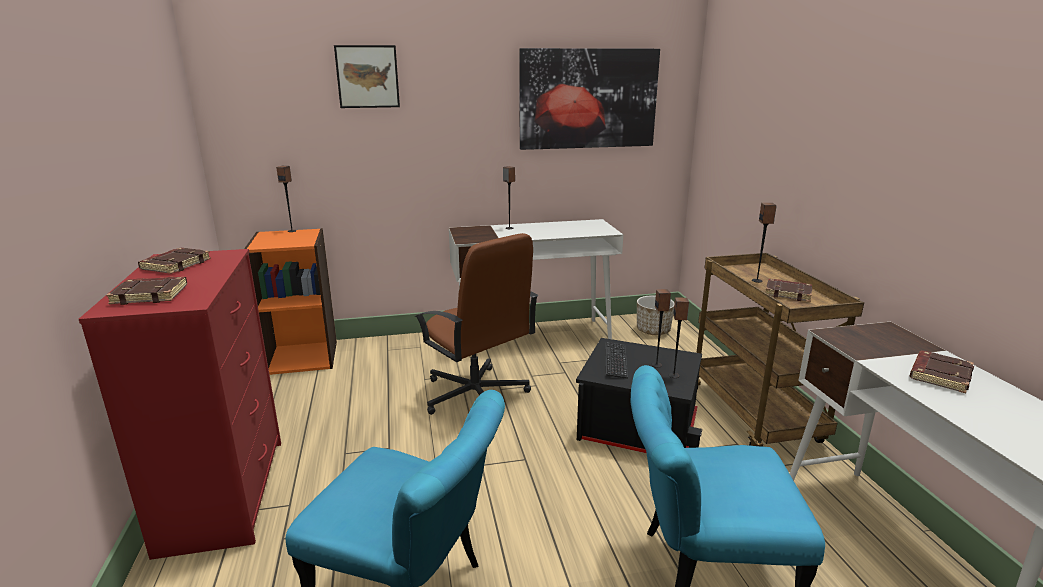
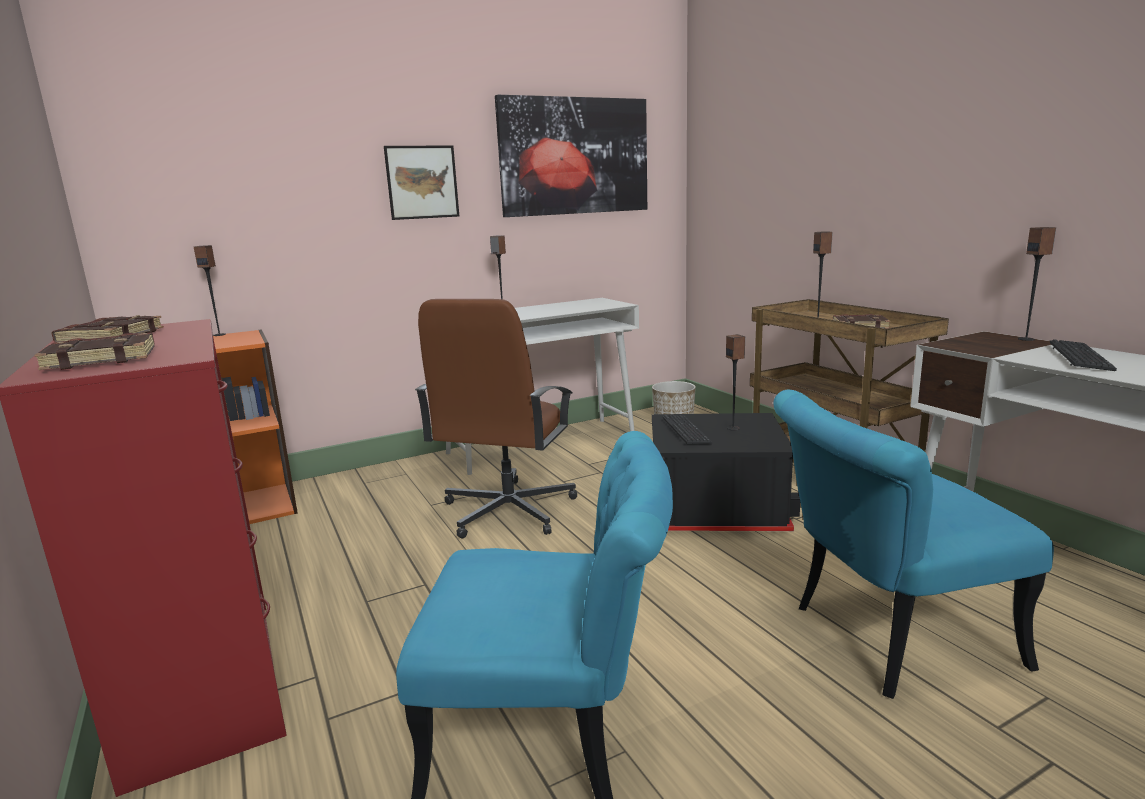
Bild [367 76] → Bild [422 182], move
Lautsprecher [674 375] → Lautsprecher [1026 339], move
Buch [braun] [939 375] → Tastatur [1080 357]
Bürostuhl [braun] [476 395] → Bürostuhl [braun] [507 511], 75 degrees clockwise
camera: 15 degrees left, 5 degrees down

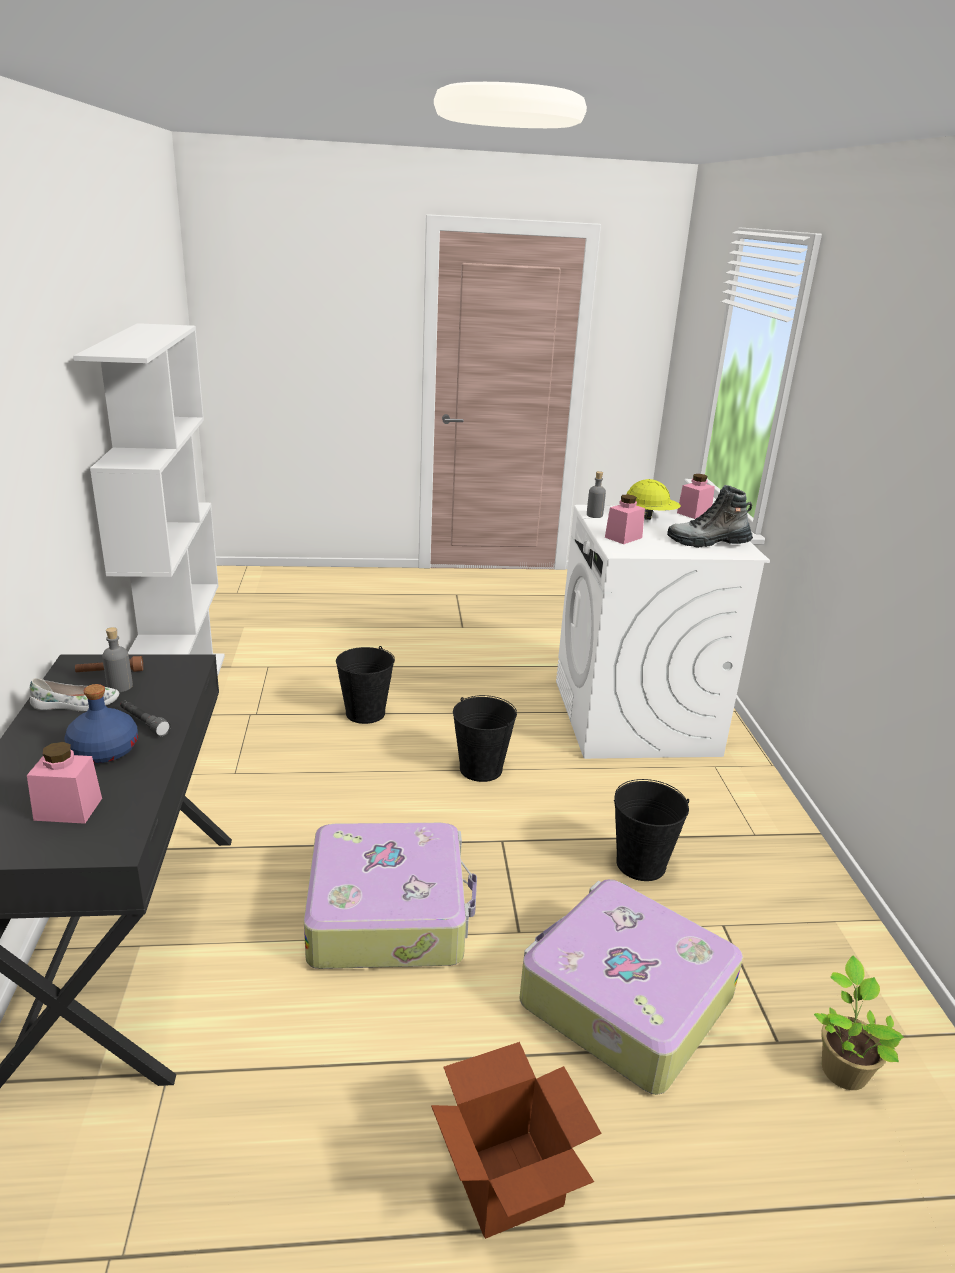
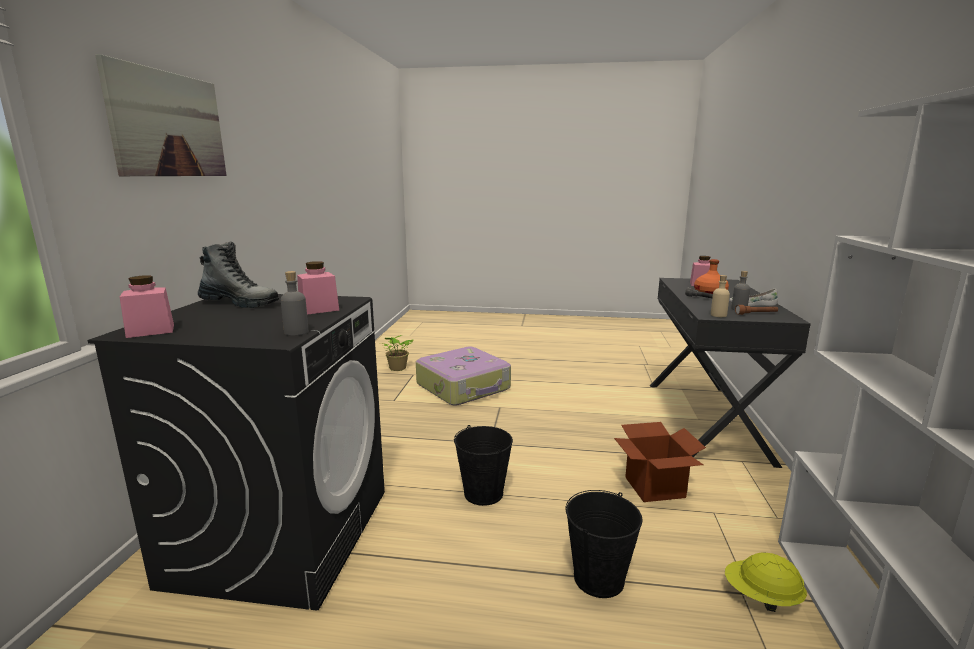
Koffer [389 912] → -
Eimer [schwarz] [641 864] → -
- → Bild [169 124]
- → Flasche [beige] [718 315]
Karton [507 1183] → Karton [654 487], move
Schutzhelm [gelb] [649 517] → Schutzhelm [gelb] [761 598], move
Flasche [blau] [103 750] → Flasche [orange] [710 293]
Waschmaschine [weiß] [635 718] → Waschmaschine [schwarz] [282 534]
camera: 165 degrees left, 10 degrees down

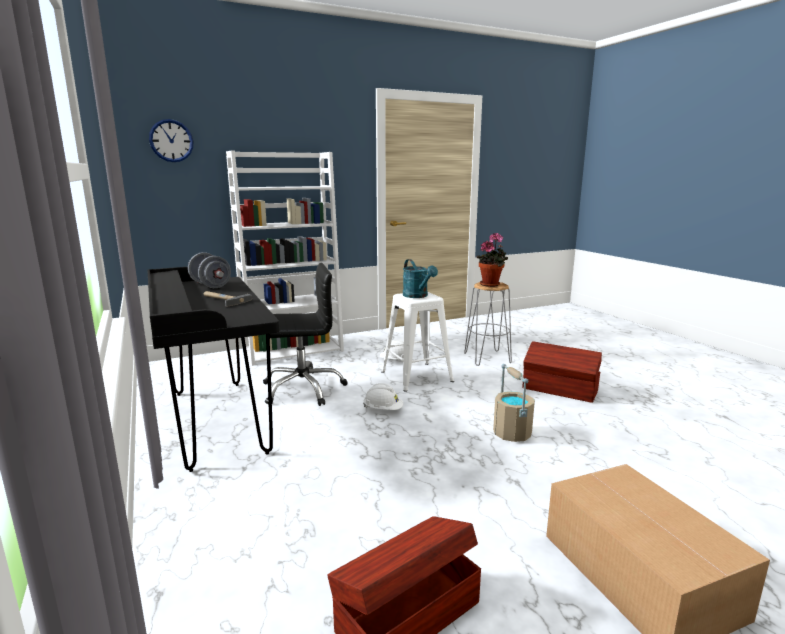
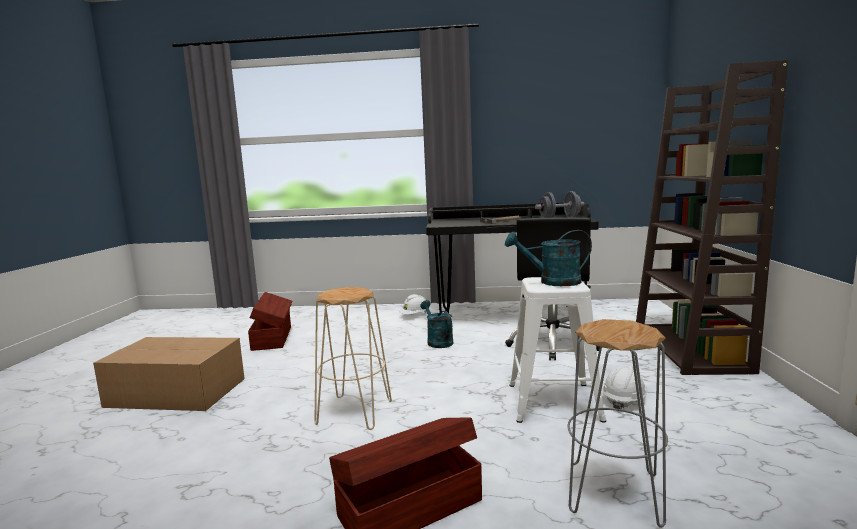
Wanduhr [171 141] → -
Topfpflanze [491 284] → -
- → Gießkanne [türkis] [437 341]
Schutzhelm [weiß] [383 410] → Schutzhelm [weiß] [414 315], move
Eimer [beige] [511 433] → Hocker [beige] [355 412]
Bücherregal [weiß] [294 350] → Bücherregal [braun] [691 349]
camera: 120 degrees right, 5 degrees down

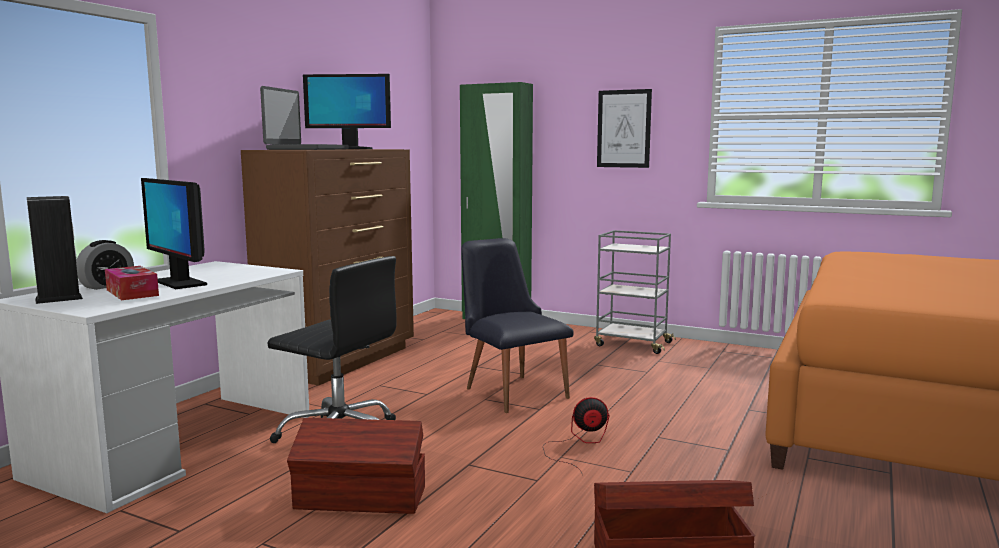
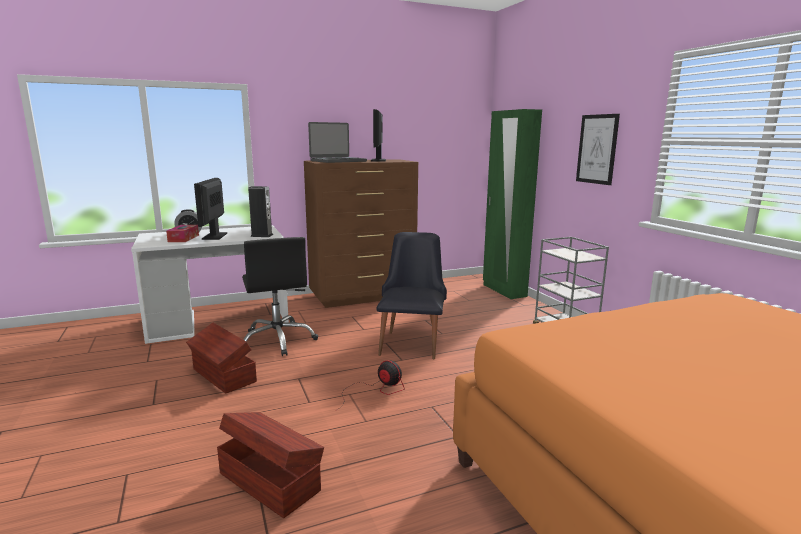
Lautsprecher [59 298] → Lautsprecher [262 235], move
Monitor [350 149] → Monitor [378 160], 45 degrees clockwise
camera: 40 degrees right, 5 degrees up

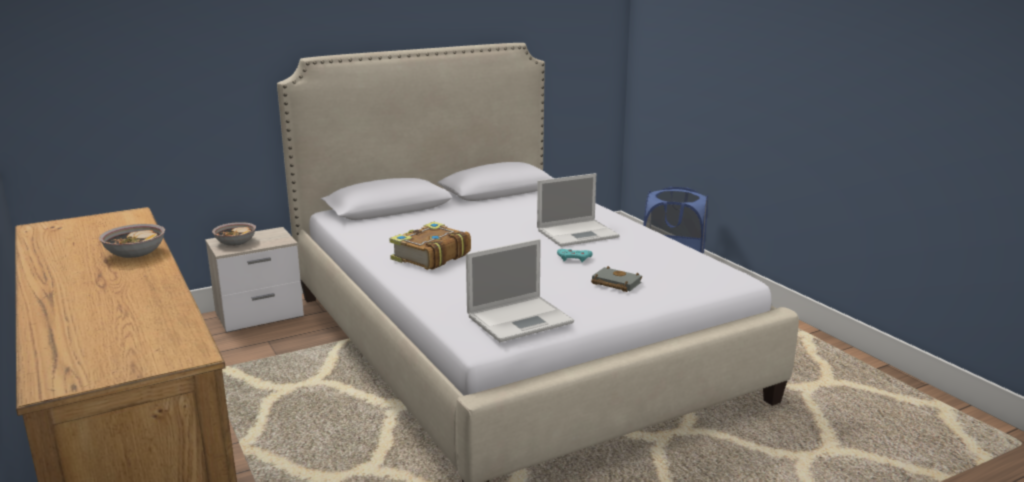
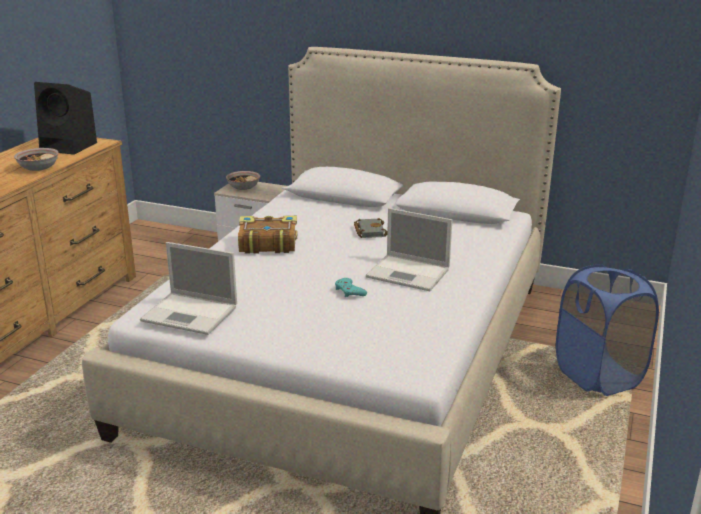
- → Lautsprecher [schwarz] [70 146]
Buch [grau] [614 283] → Buch [grau] [369 231], move
camera: 50 degrees right, 5 degrees up

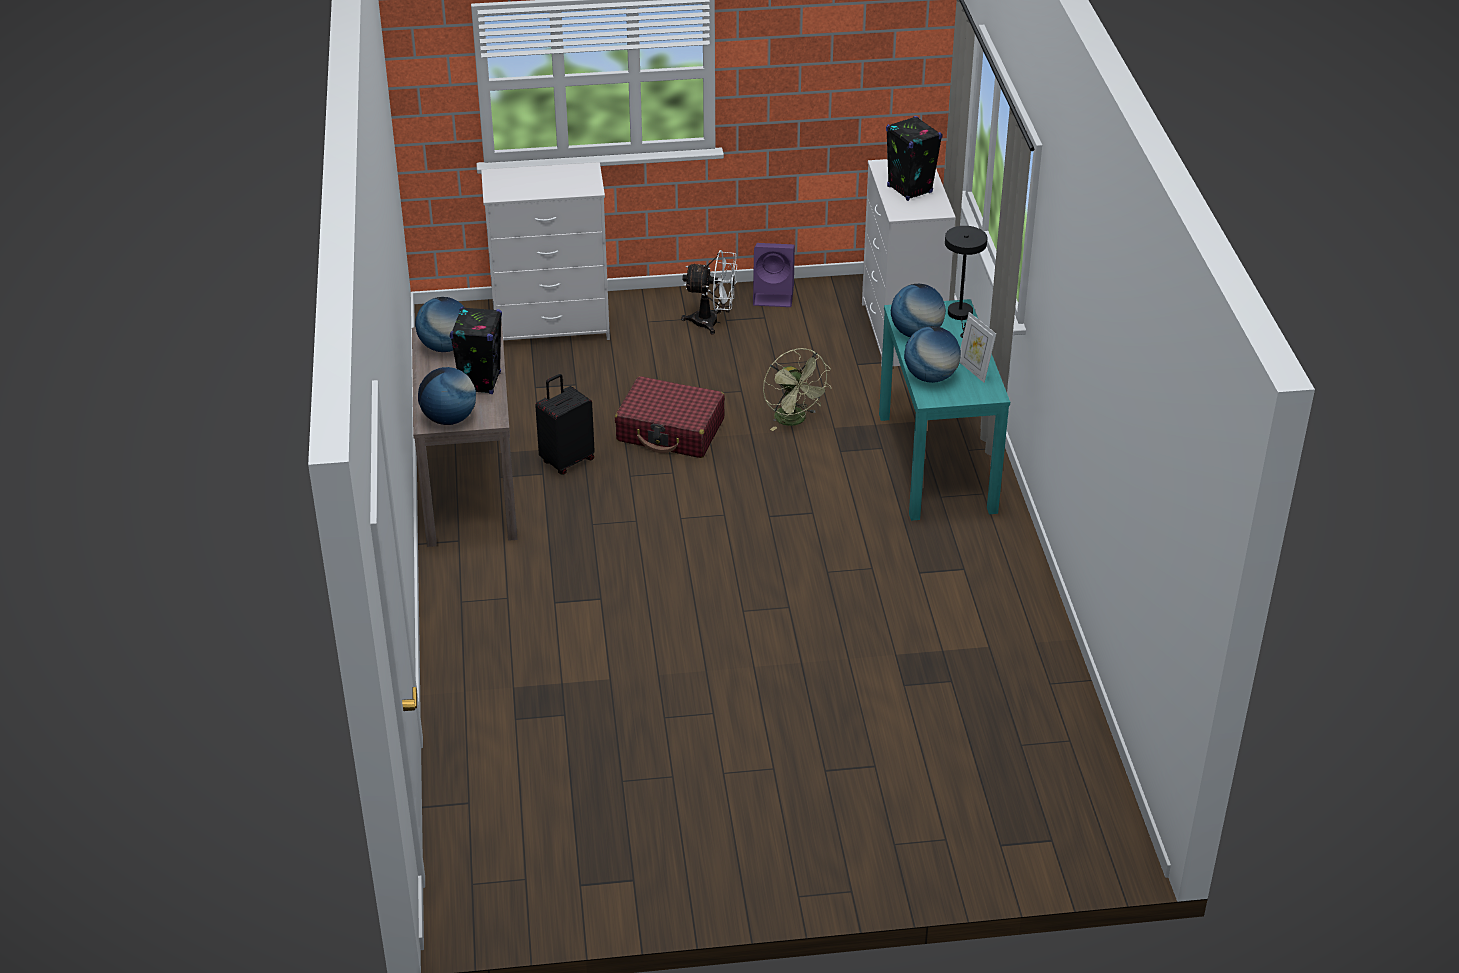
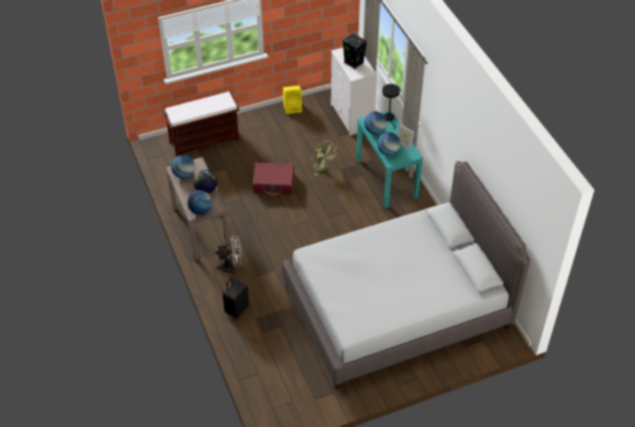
- → Bett [grau] [397 306]
Koffer [schwarz] [567 460] → Koffer [schwarz] [236 310], move
Ventilator [weiß] [712 322] → Ventilator [weiß] [231 267], move
Lautsprecher [schwarz] [480 382] → Globus [206 189]
Kommode [weiß] [552 326] → Bank [braun] [205 140]
Lautsprecher [lila] [774 296] → Lautsprecher [gelb] [293 107]
camera: 15 degrees left, 10 degrees up

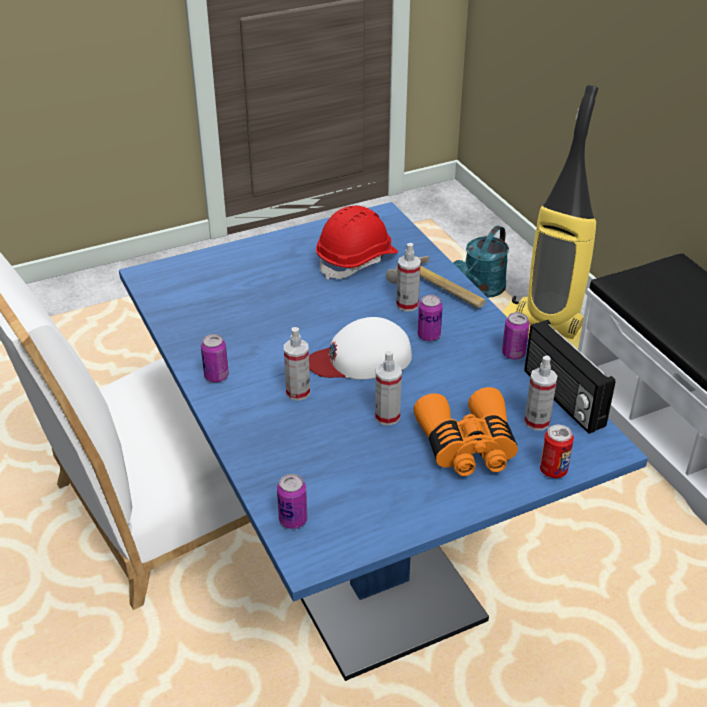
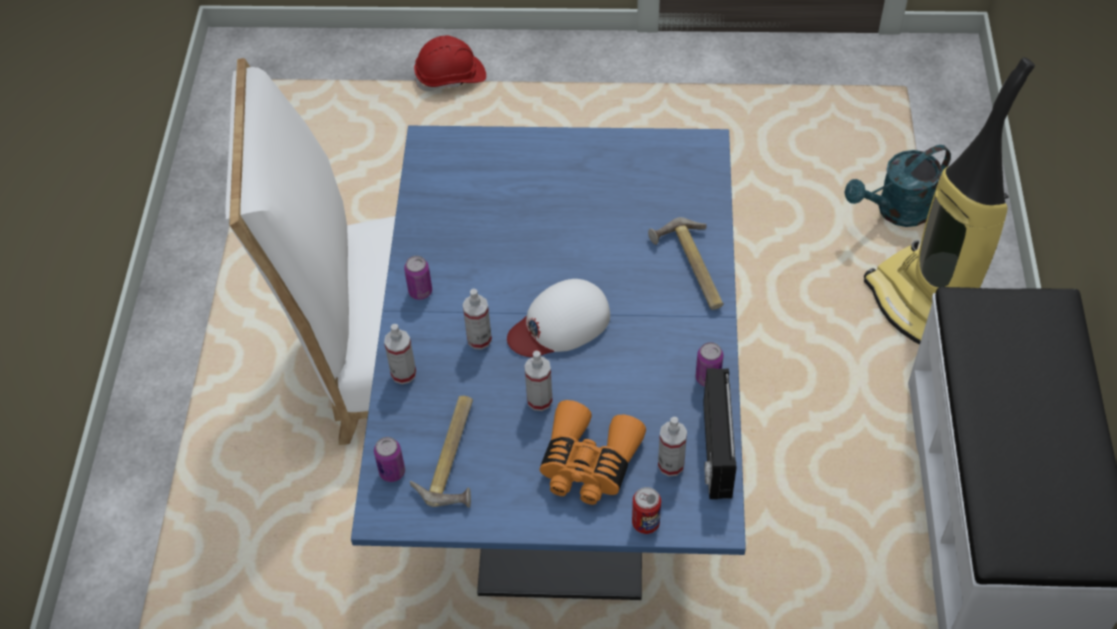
Dose [428 336] → -
- → Hammer [456 455]
Schutzhelm [rot] [357 260] → Schutzhelm [rot] [451 77], move
Sprühflasche [407 305] → Sprühflasche [403 373], move
Kappe [weiß] [361 359] → Kappe [weiß] [560 324], 45 degrees counterclockwise
camera: 30 degrees right, 15 degrees up

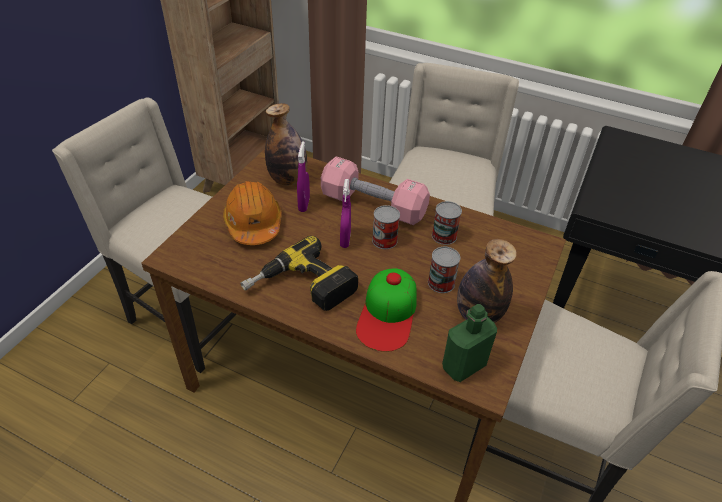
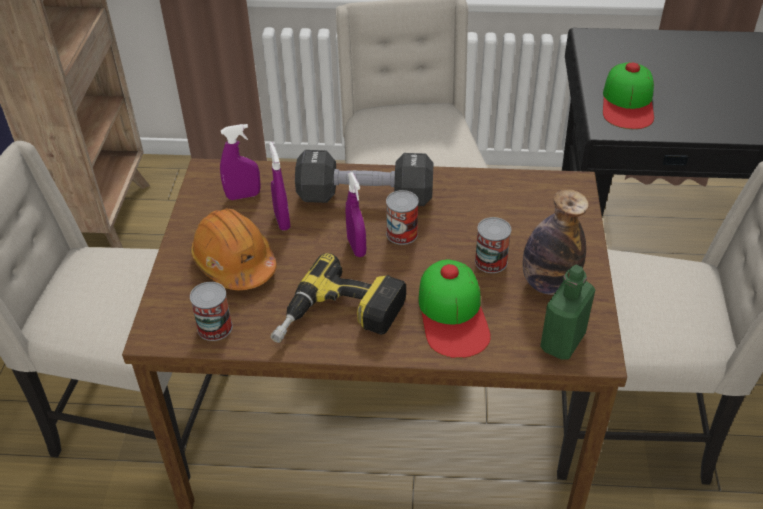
- → Kappe [628 103]
Dose [444 236] → Dose [215 327], move
Flasche [288 179] → Sprühflasche [lila] [243 196]
Hantel [rosa] [373 205] → Hantel [schwarz] [365 197]
camera: 20 degrees left, 0 degrees up

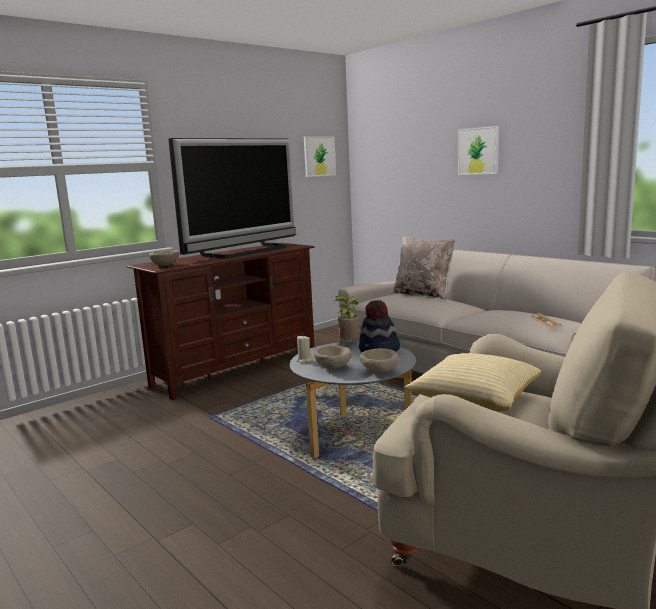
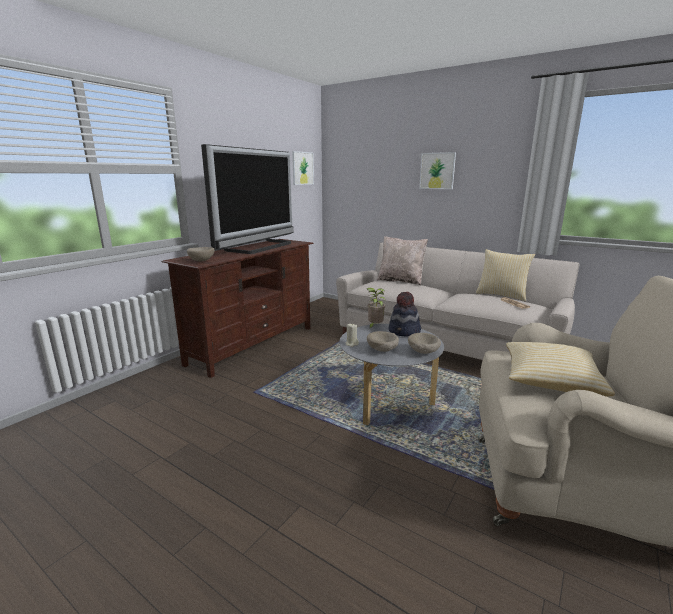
- → Kissen [501 295]
camera: 15 degrees left, 5 degrees up

